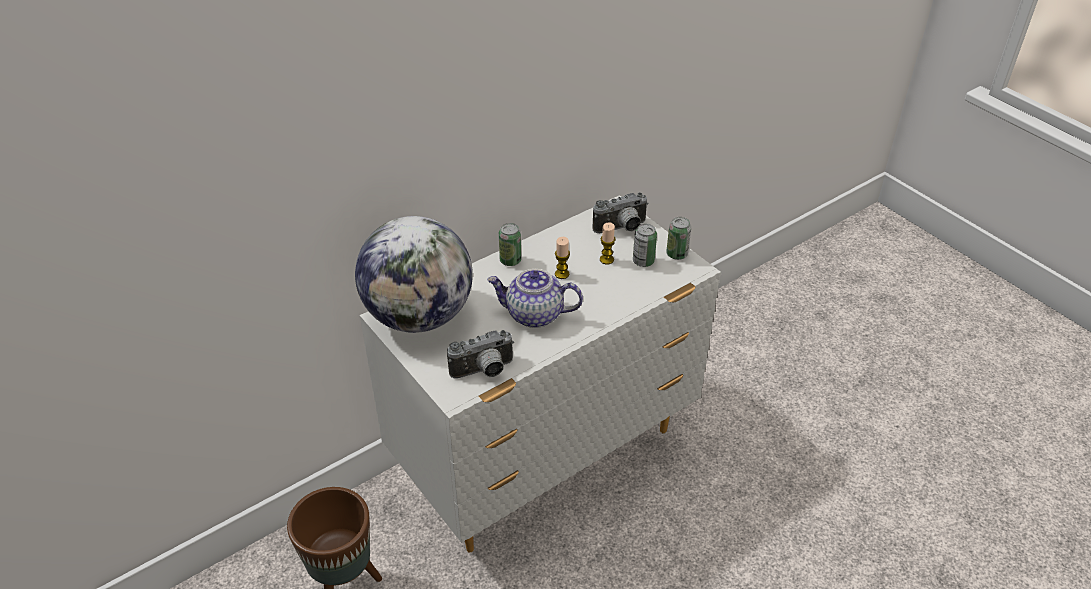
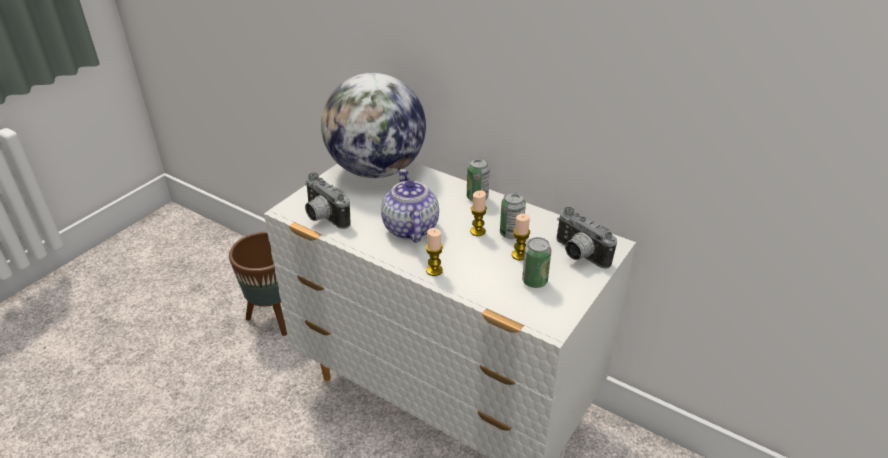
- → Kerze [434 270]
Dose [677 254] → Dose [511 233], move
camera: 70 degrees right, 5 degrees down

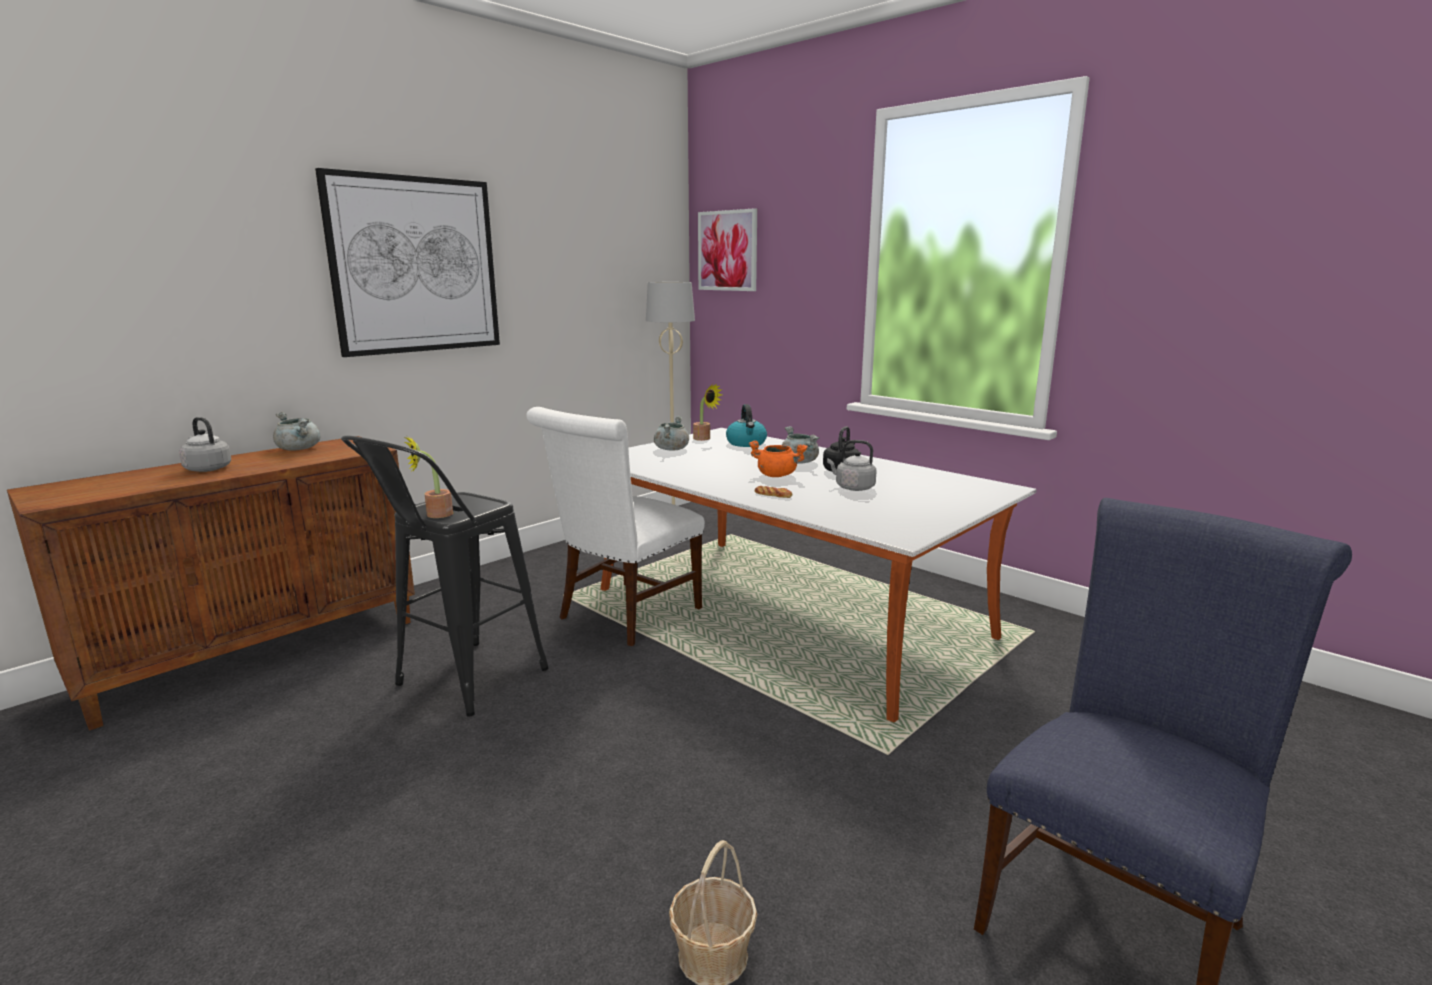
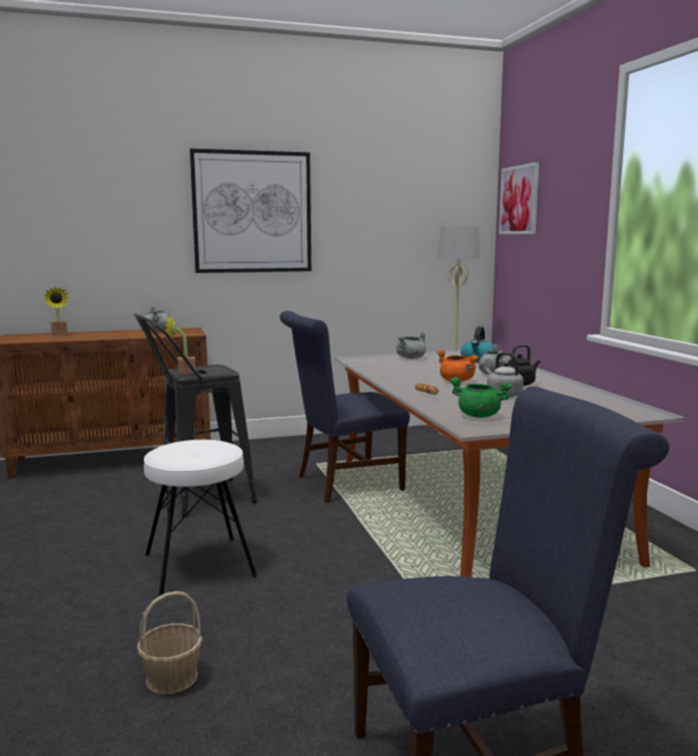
Wasserkessel [grau] [207 468] → -
- → Hocker [weiß] [199 565]
- → Kochtopf [grün] [478 416]
Topfpflanze [704 439] → Topfpflanze [59 334], move
Stuhl [weiß] [624 616] → Stuhl [blau] [342 484]
camera: 30 degrees right, 5 degrees down

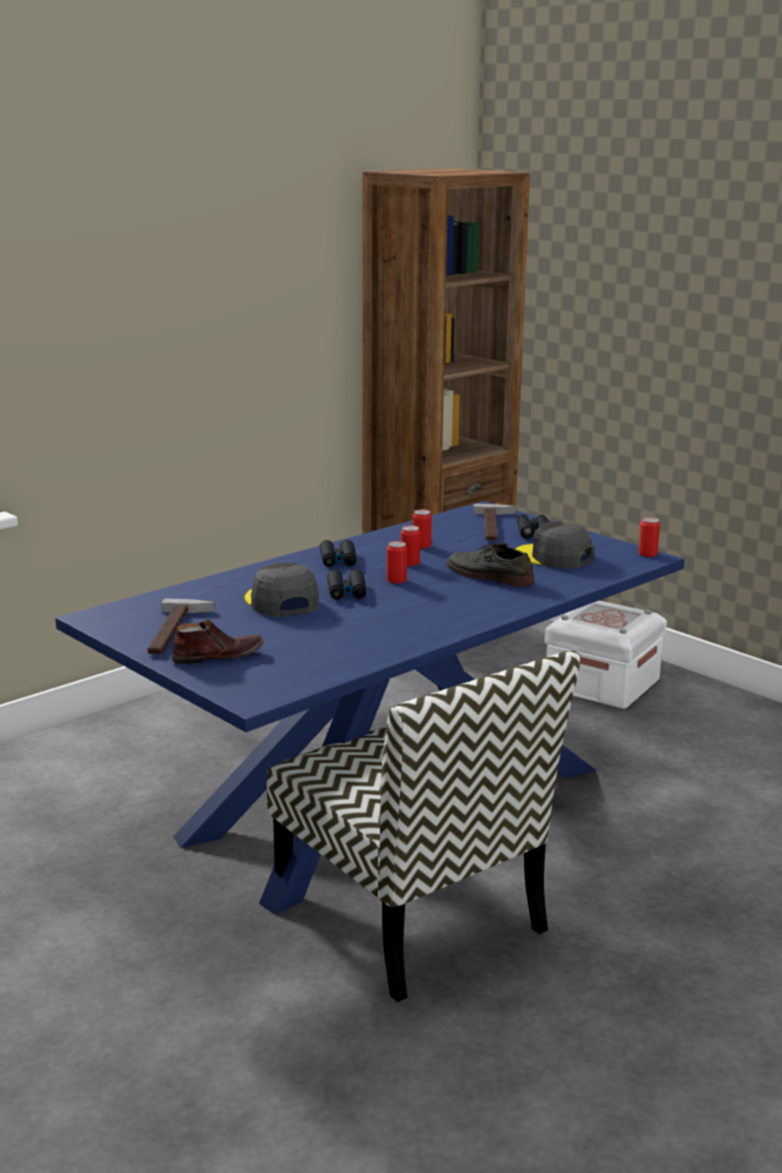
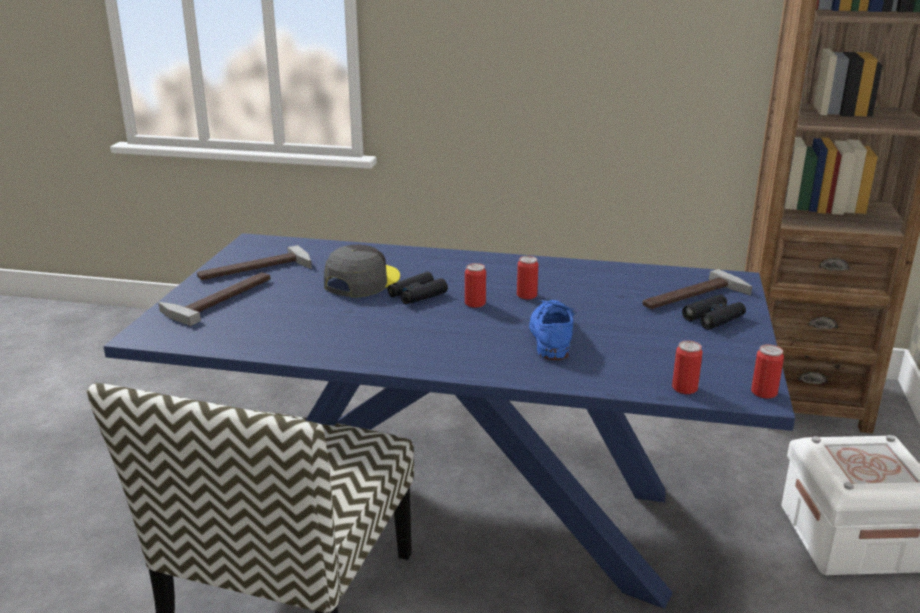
Fernglas [schwarz] [338 560] → -
Kappe [grau] [553 557] → -
Dose [421 546] → Dose [684 388], move
Schuh [braun] [217 656] → Hammer [219 298]
Schuh [grau] [488 575] → Schuh [blau] [550 335]
camera: 55 degrees right, 5 degrees up

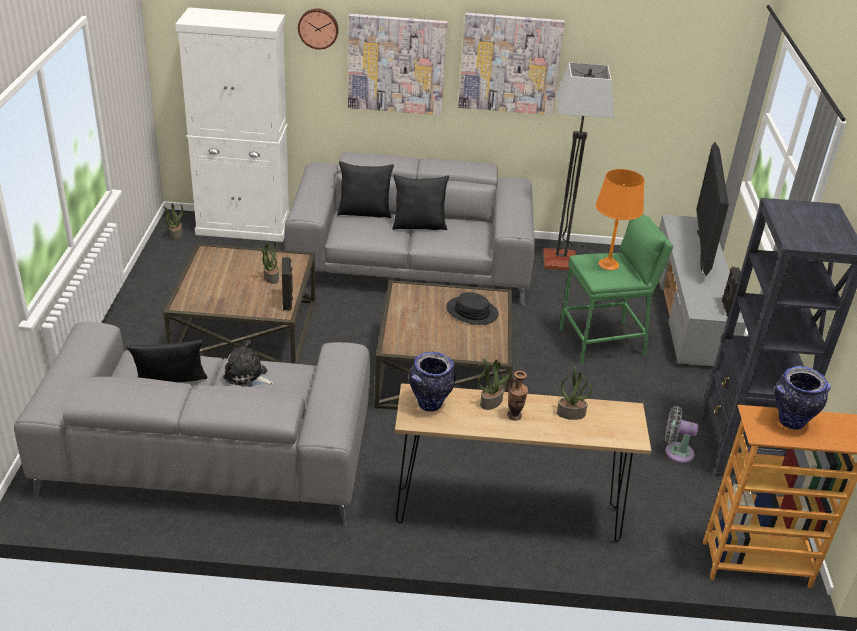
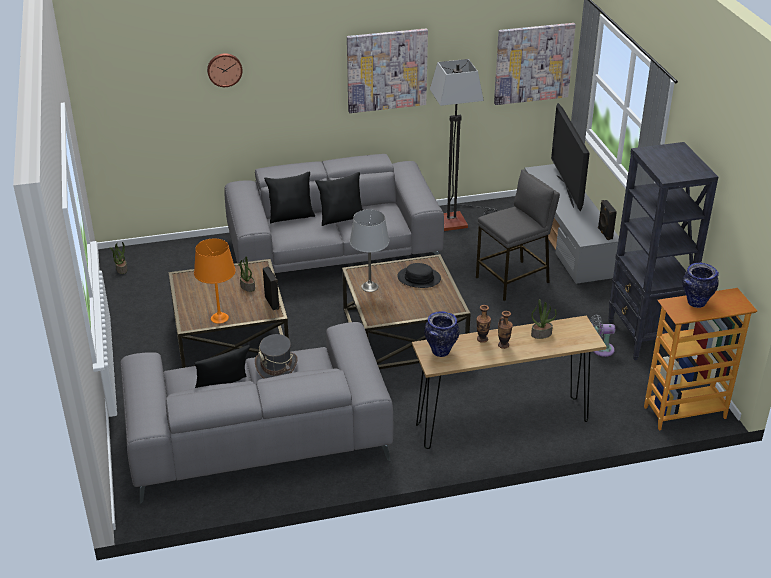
Schrank [weiß] [244 227] → -
- → Tischlampe [grau] [370 287]
Bild [396 64] → Bild [533 63], move
Tischlampe [orange] [609 264] → Tischlampe [orange] [220 318], move
Plüschtier [247 376] → Hut [grau] [276 367]
Topfpflanze [491 401] → Vase [482 339]
Hocker [grün] [603 342] → Hocker [grau] [513 280]
camera: 15 degrees left, 0 degrees up

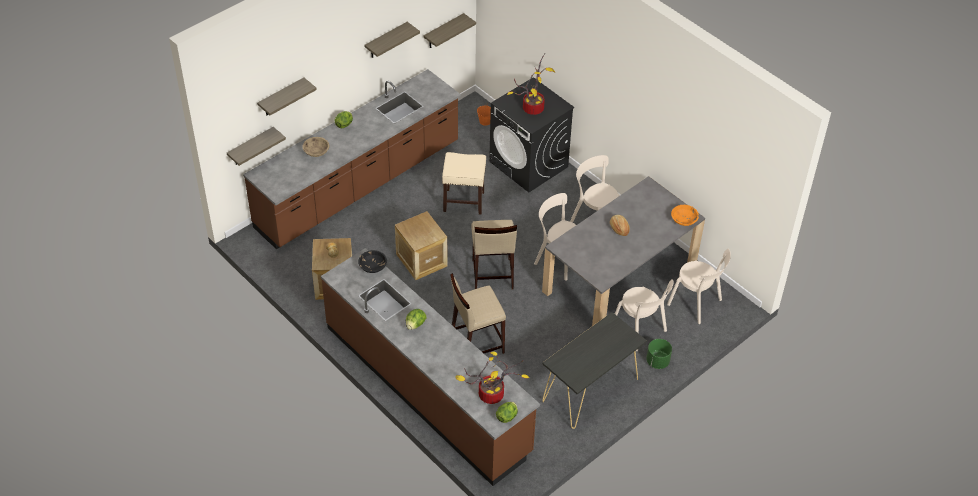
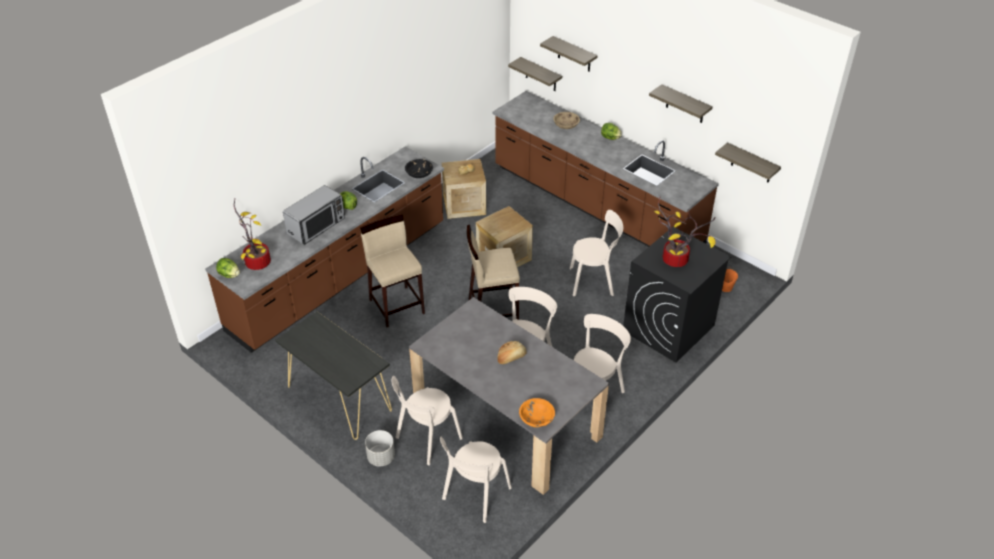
- → Mikrowelle [316 226]
Hocker [beige] [464 201] → Stuhl [beige] [594 281]
Pflanzkübel [grün] [657 361] → Pflanzkübel [grau] [381 457]
camera: 85 degrees right, 5 degrees down

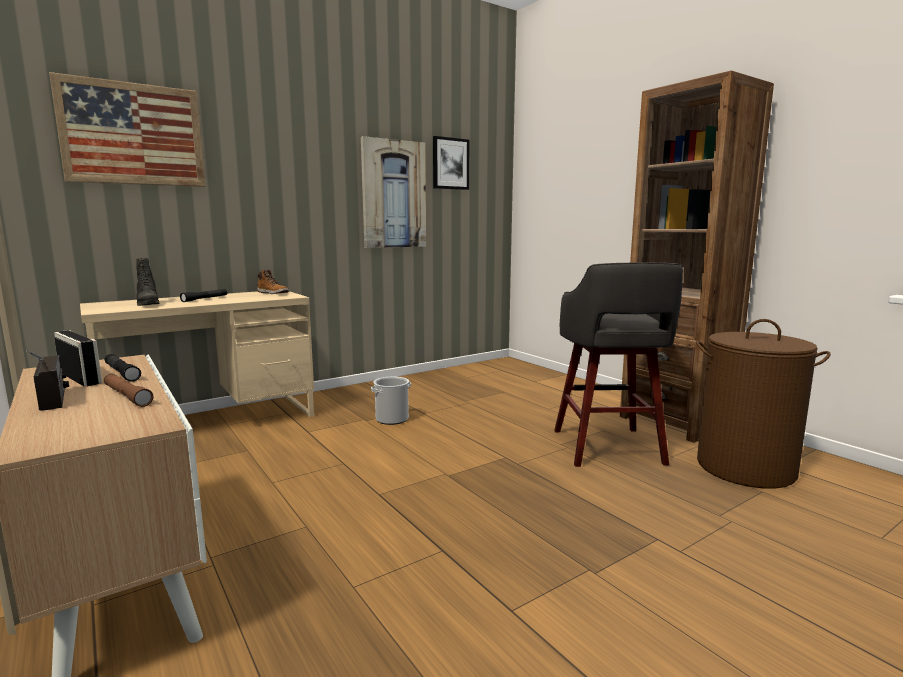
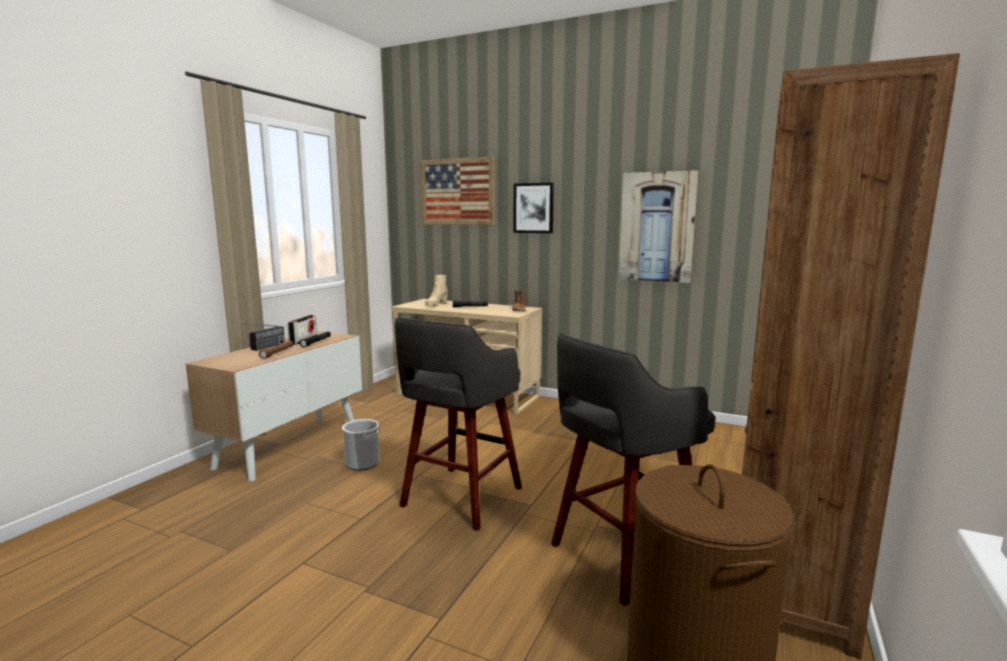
- → Hocker [grau] [459 498]
Eimer [392 419] → Eimer [363 463], move
Bild [450 163] → Bild [533 208], move
Stiefel [schwarz] [147 304] → Stiefel [beige] [436 305]
camera: 60 degrees right, 0 degrees up

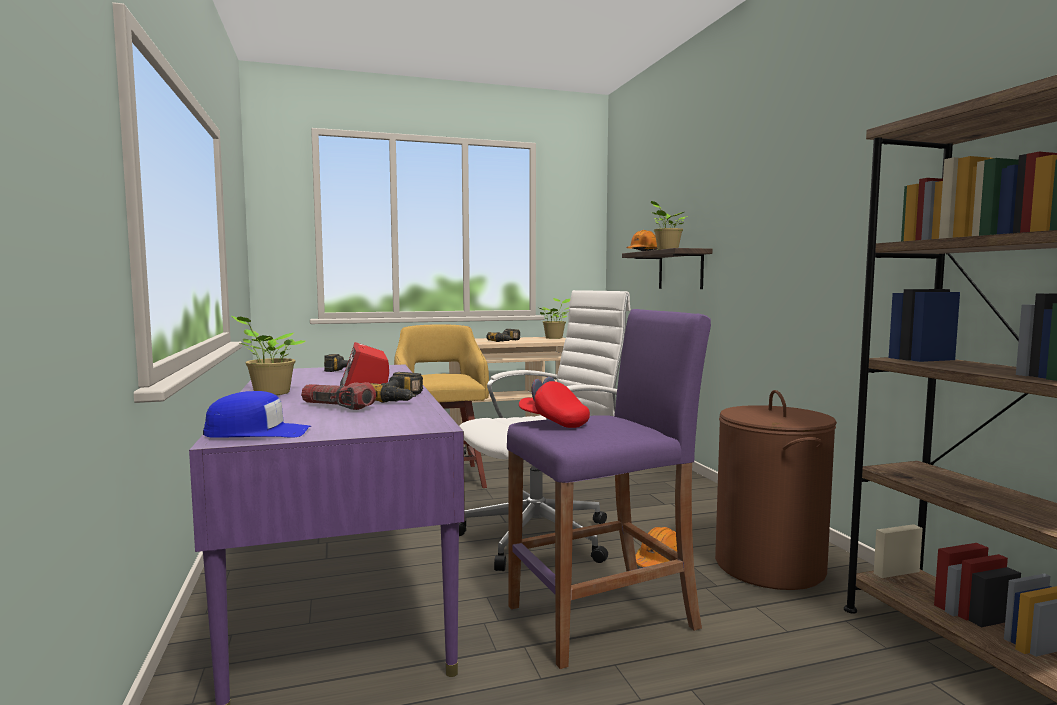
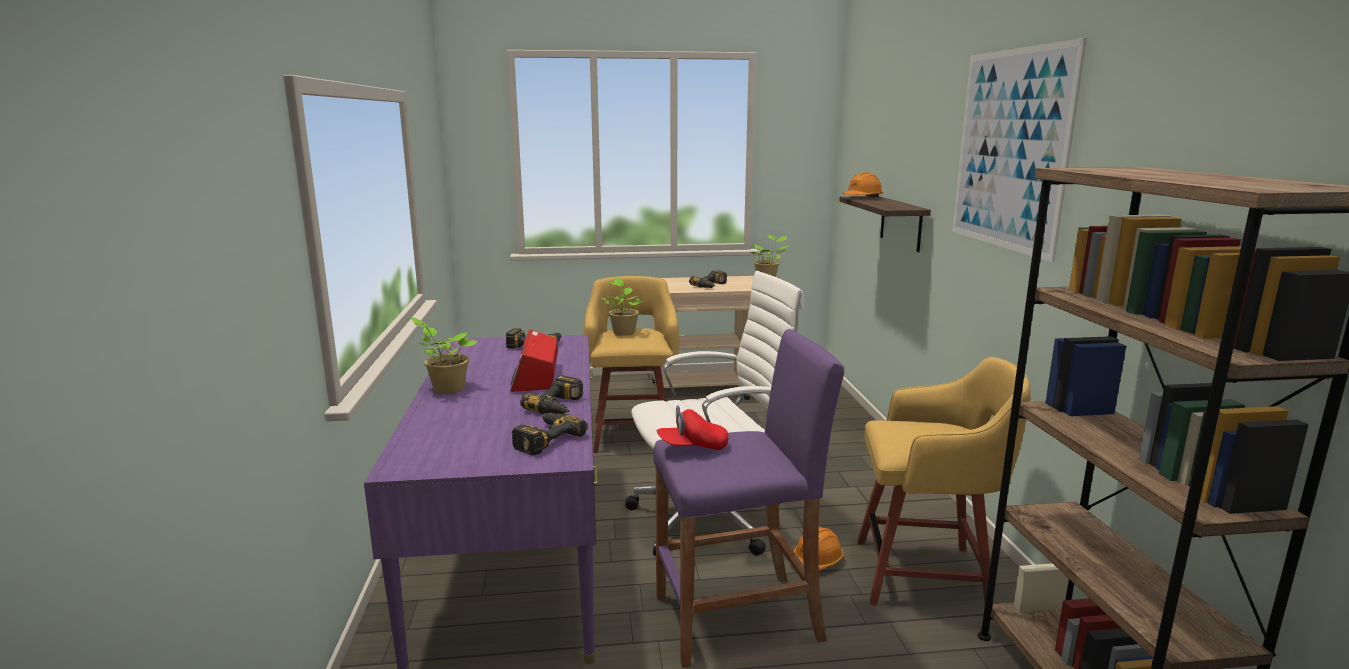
Kappe [blau] [258 433] → -
Taschenlampe [337 407] → -
- → Bohrmaschine [544 438]
- → Bild [1010 150]
Topfpflanze [666 249] → Topfpflanze [623 332], move
Wäschekorb [braun] [770 566] → Hocker [gelb] [926 576]
Kappe [rot] [553 422] → Kappe [rot] [692 447], 60 degrees counterclockwise
camera: 10 degrees right, 10 degrees up

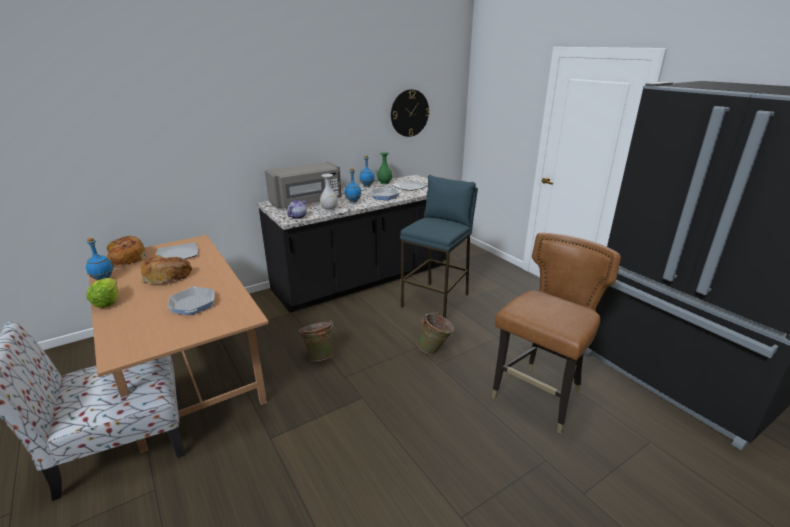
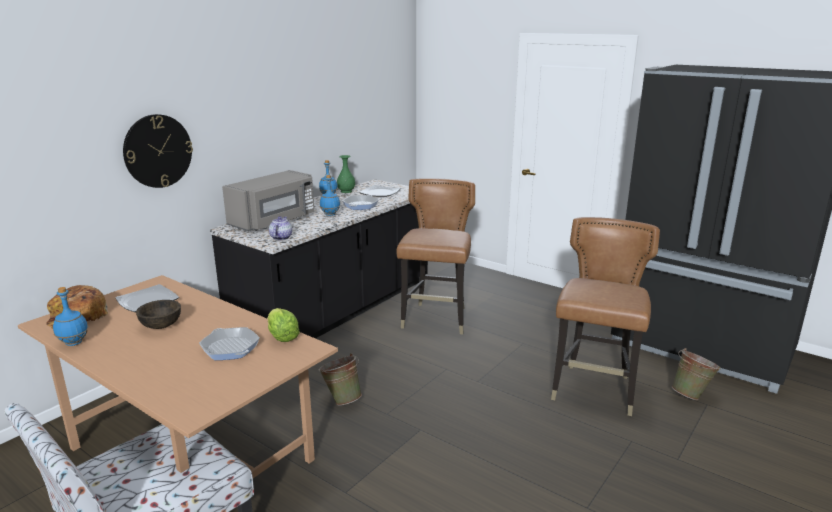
Vase [weiß] [329 209] → -
Salatkopf [107 302] → Salatkopf [282 336], move
Wanduhr [409 113] → Wanduhr [158 151], move
Eimer [grün] [435 350] → Eimer [grün] [691 395], move
Brot [167 276] → Schüssel [braun] [161 325]
Hocker [blau] [436 300] → Stuhl [braun] [436 319]
camera: 20 degrees left, 5 degrees down

